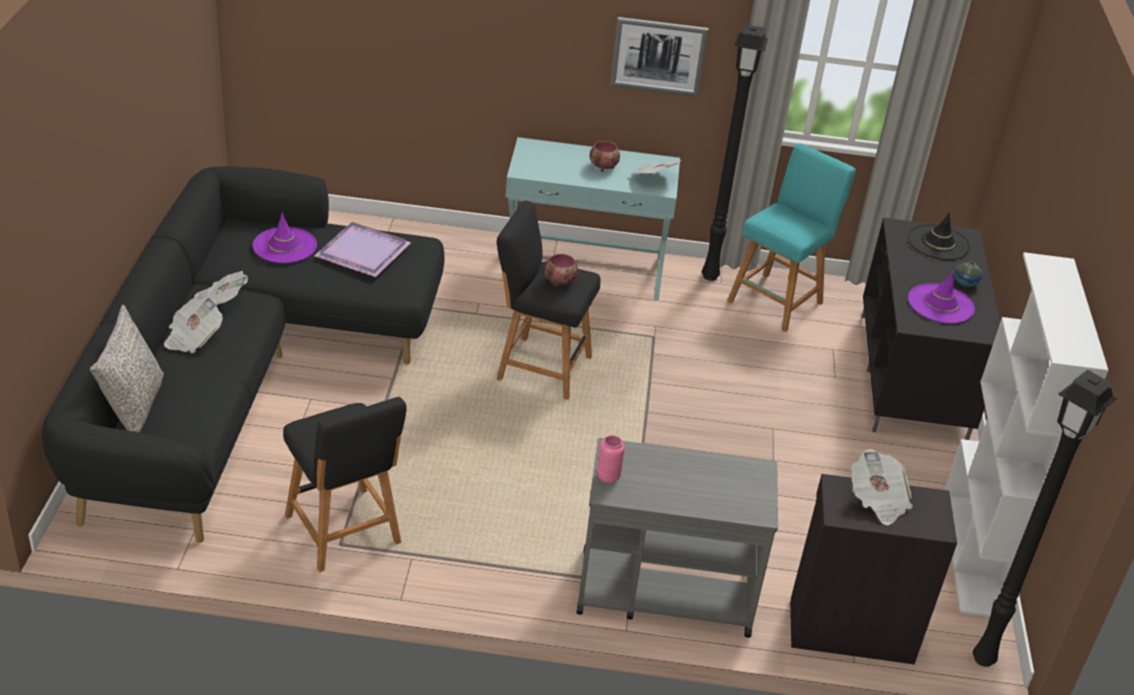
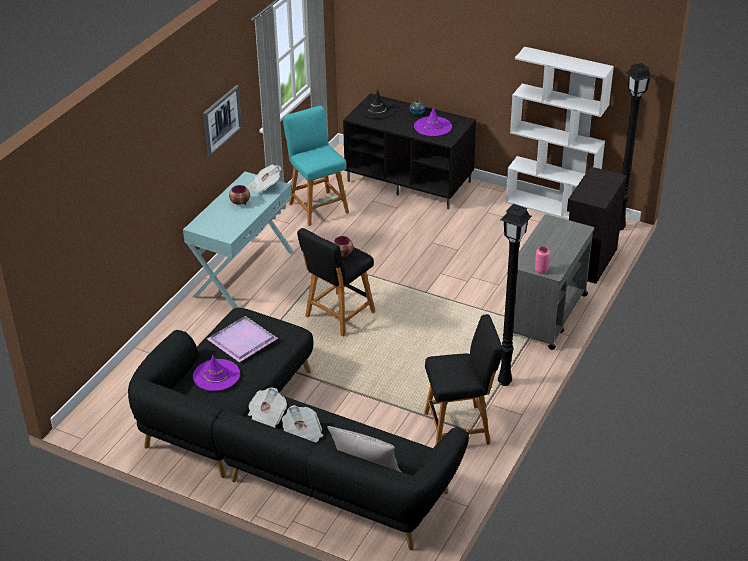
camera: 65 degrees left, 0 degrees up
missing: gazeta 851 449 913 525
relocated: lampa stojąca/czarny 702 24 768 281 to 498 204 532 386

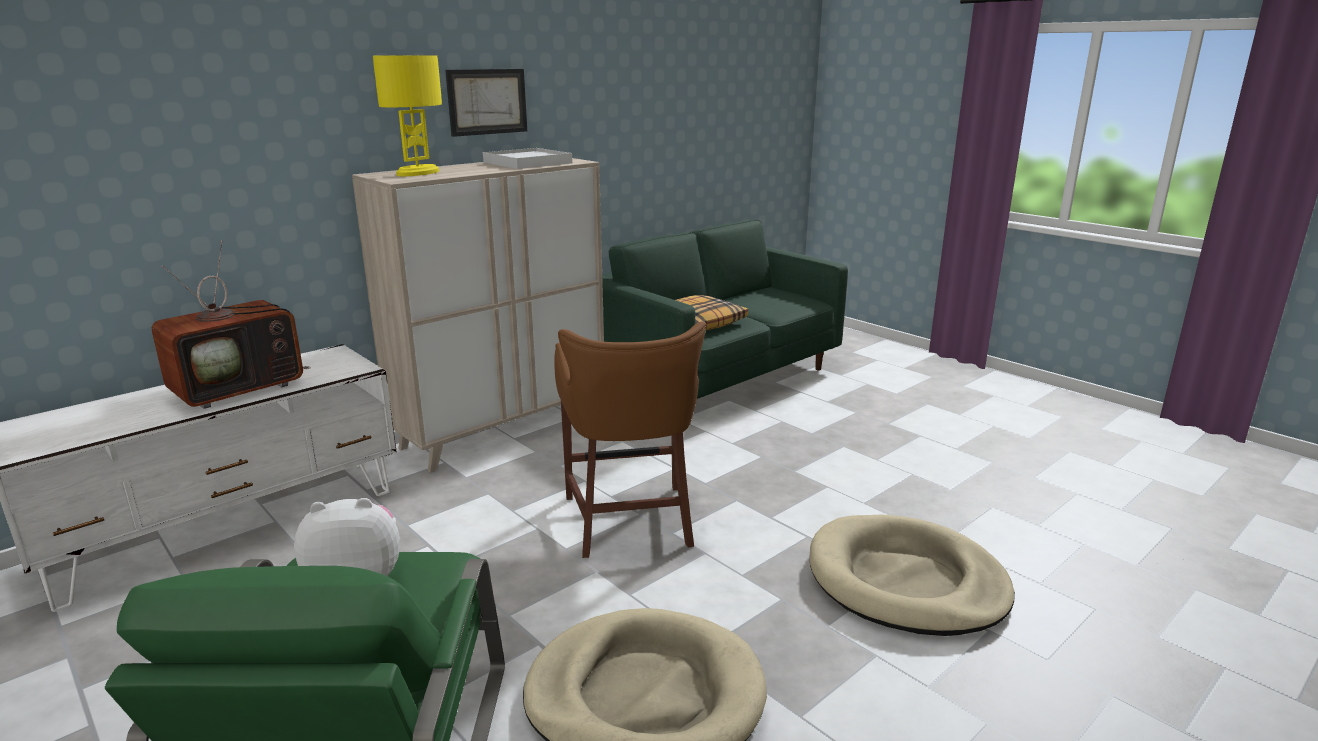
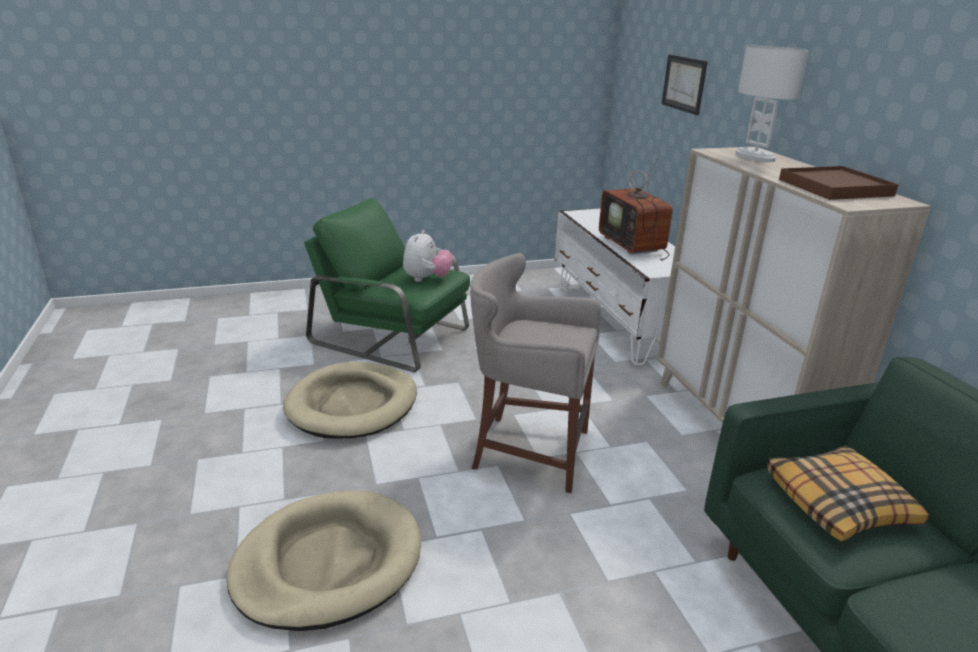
camera: 115 degrees right, 5 degrees up
relocated: obraz 445 69 527 137 to 662 54 708 115
colour: lampa stołowa/żółty 373 55 442 176 to lampa stołowa/biały 735 46 809 162; taca/biały 483 148 572 169 to taca/brązowy 779 166 899 200; stołek/brązowy 554 321 707 558 to stołek/szary 470 253 601 493

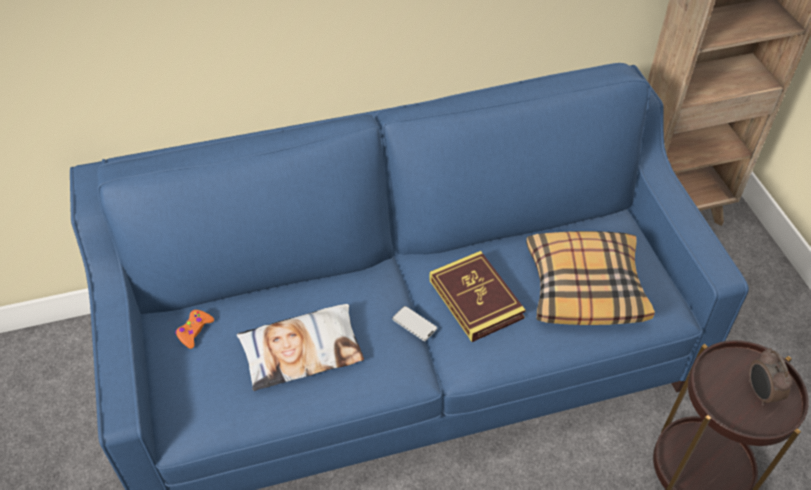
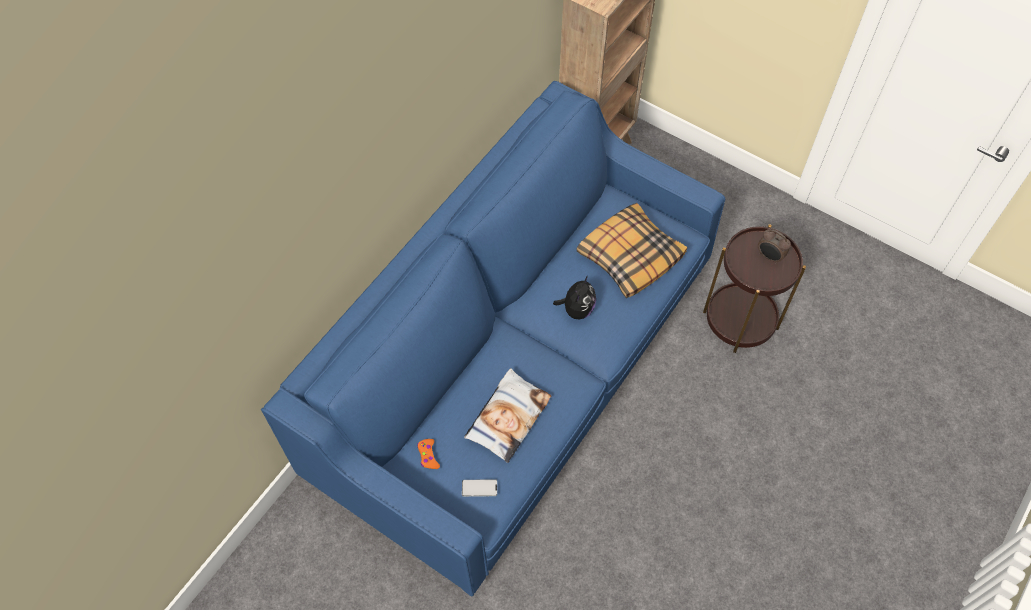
camera: 40 degrees left, 10 degrees up
relocated: telefon 392 306 437 341 to 462 479 497 497
exchanged: książka 429 251 526 342 to pluszak 553 276 596 320

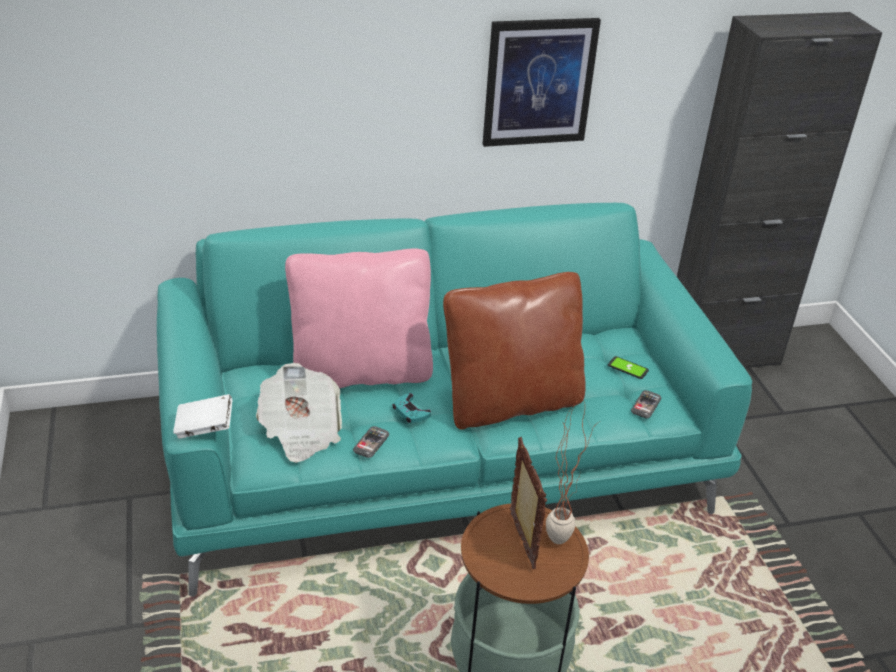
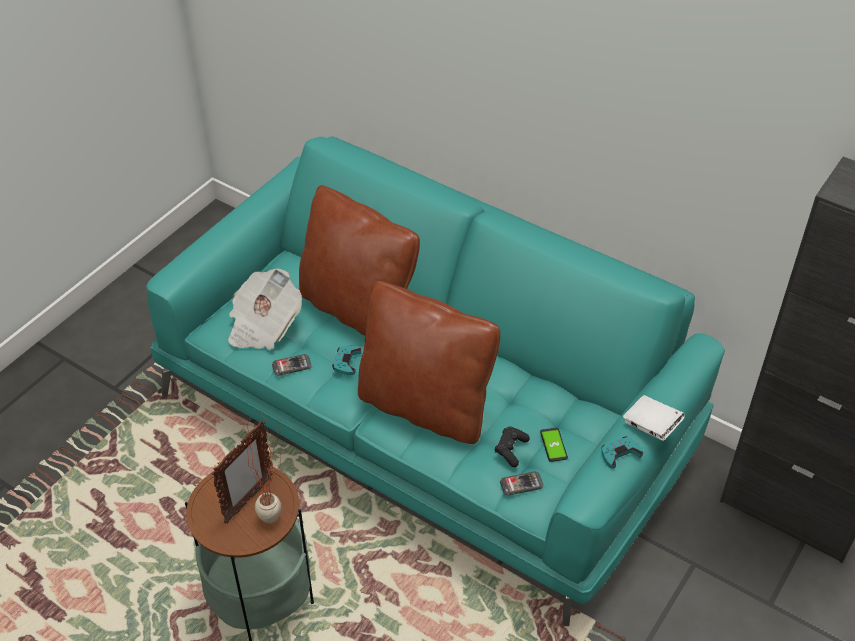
camera: 50 degrees right, 10 degrees up
missing: obraz 483 18 601 147
appeared: pad do gier/czarny 495 426 530 467; pad do gier/turkusowy 601 436 643 469
relocated: książka/biały 173 394 232 439 to 623 395 685 441
colour: poduszka/różowy 285 248 433 388 to poduszka/brązowy 299 185 420 336

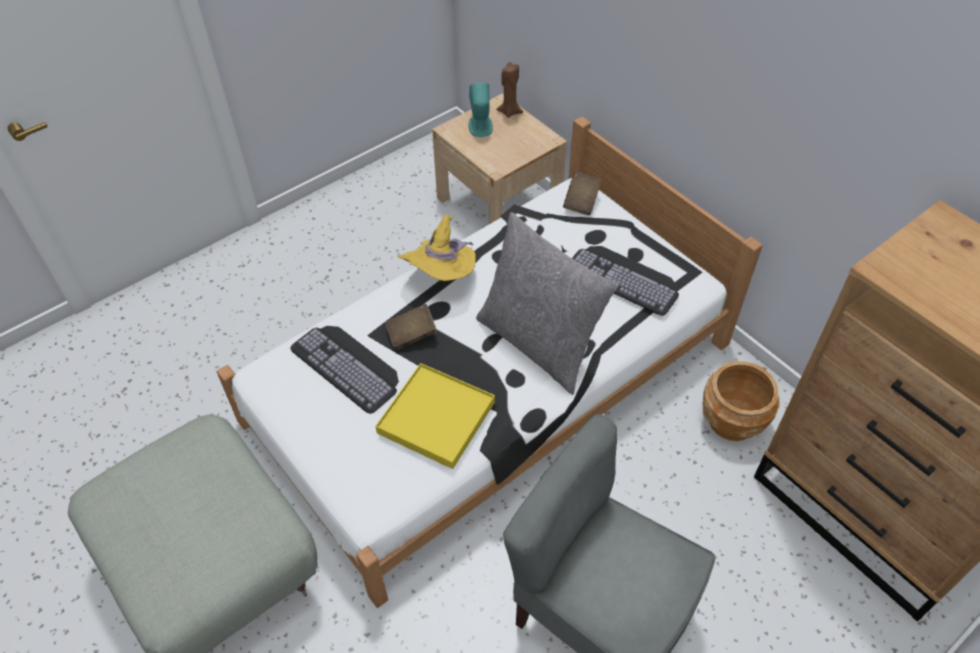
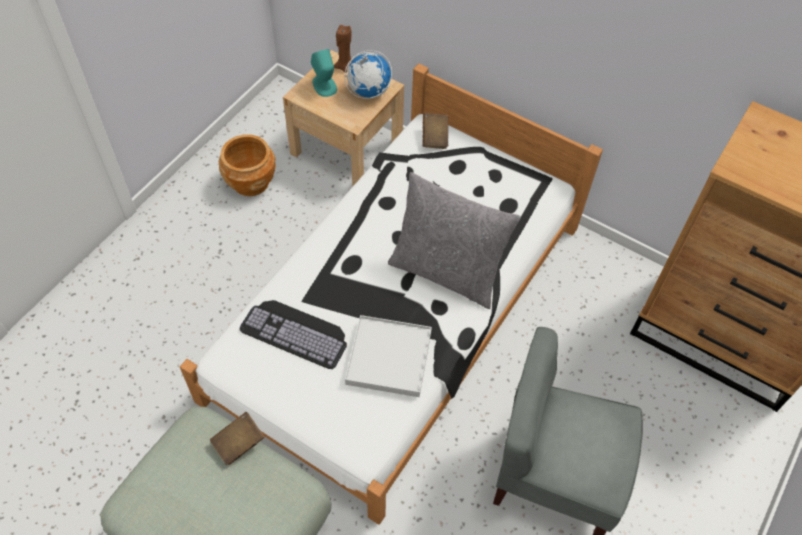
camera: 20 degrees left, 5 degrees up
missing: kapelusz/żółty 397 215 476 281; klawiatura 572 246 679 316
appeared: globus 344 50 392 99
relocated: książka/brązowy 385 304 437 350 to 210 412 265 465; donica/brązowy 703 361 780 441 to 219 135 276 196
colour: taca/żółty 375 363 495 469 to taca/biały 345 315 432 397

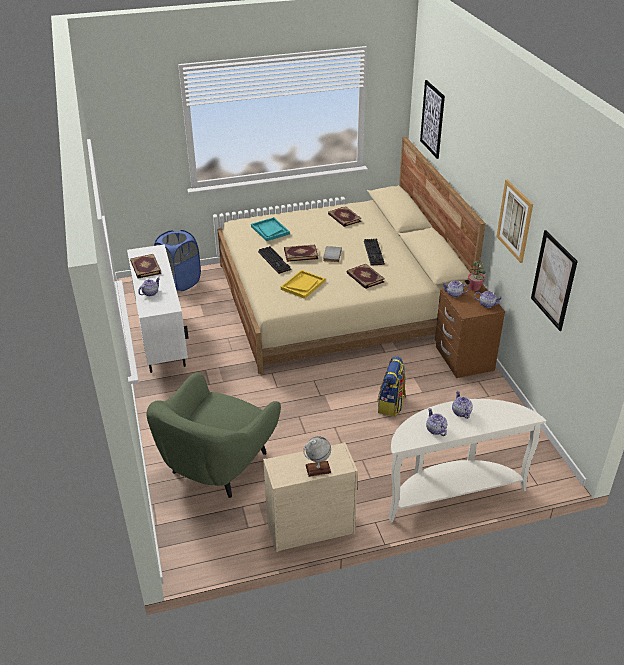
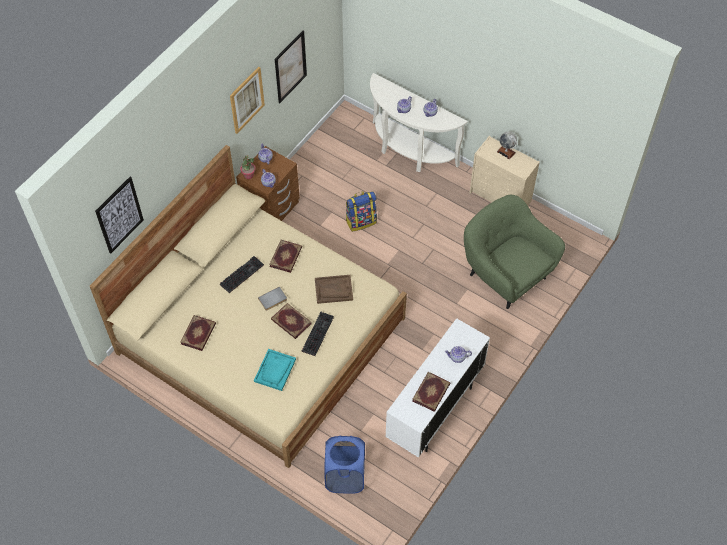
camera: 130 degrees left, 20 degrees up
colour: taca/żółty 281 270 325 299 to taca/brązowy 315 275 353 304
spun: fotel/zielony 147 372 281 498 = 464 195 565 309 120 degrees counterclockwise

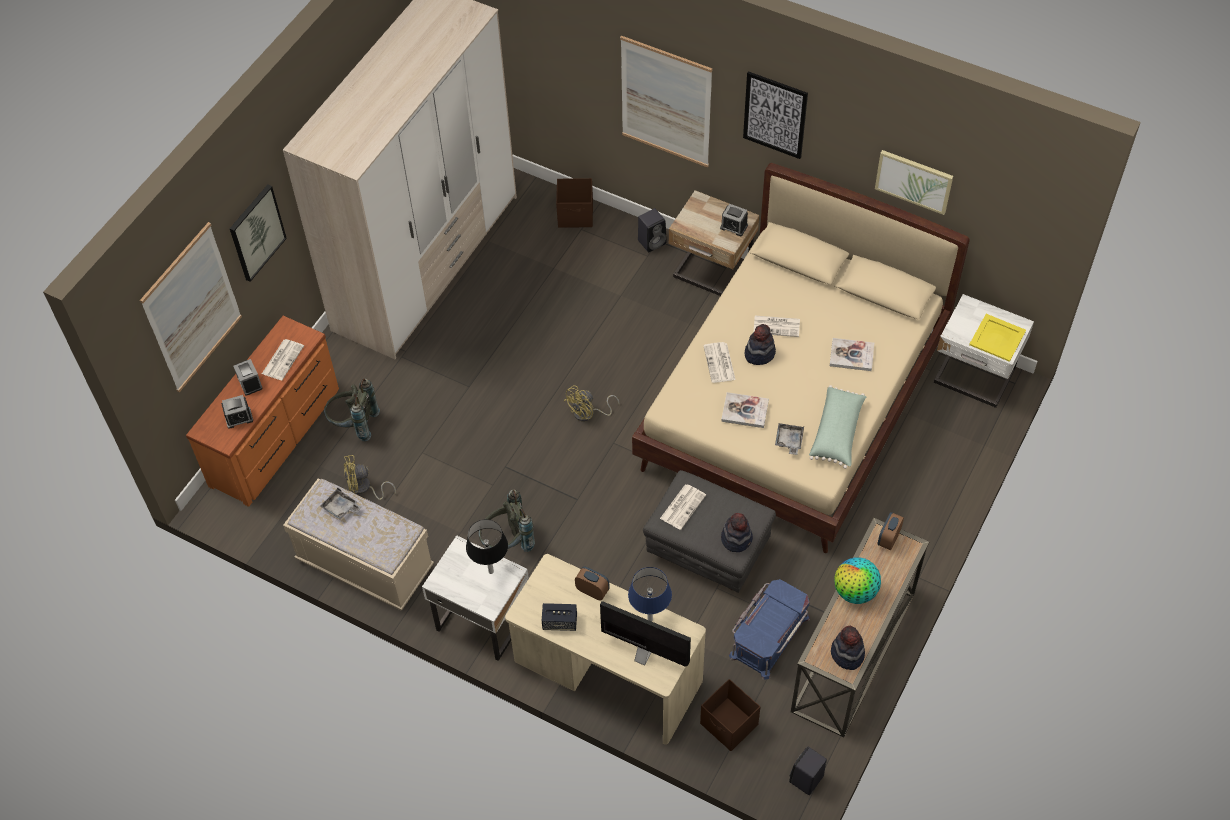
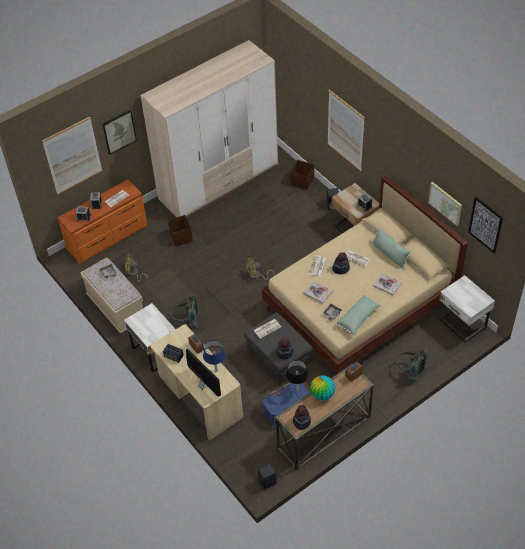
camera: 25 degrees right, 5 degrees down
missing: taca/żółty 969 314 1026 362
appeared: poduszka/zielony 372 227 412 269
relocated: plecak/szary 324 379 380 442 to 396 349 428 383; lampa stołowa/czarny 466 519 508 574 to 286 360 308 391; pojemnik do przechowywania/brązowy 700 679 760 751 to 168 215 193 247; obraz 743 71 808 159 to 468 197 503 254

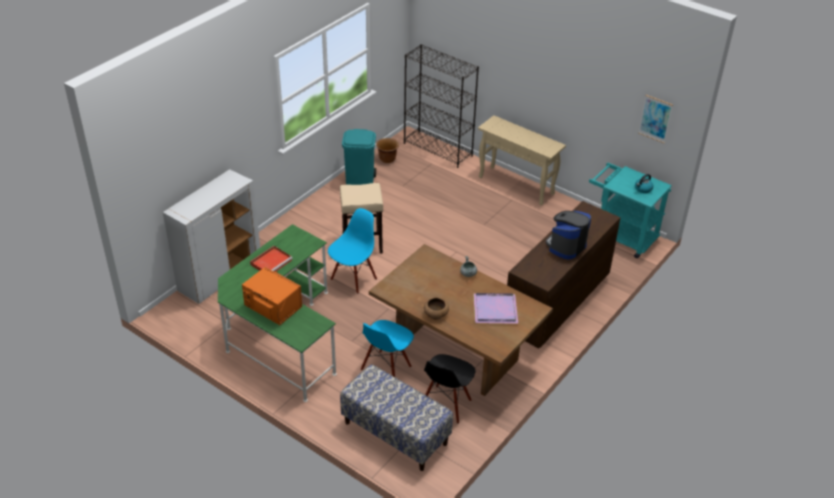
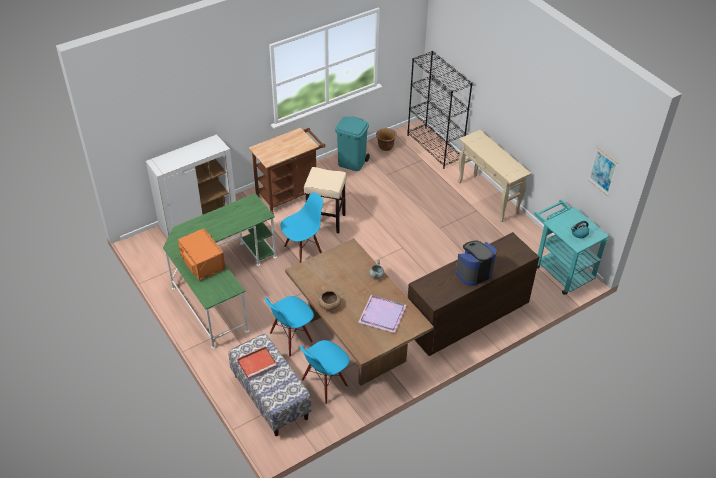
camera: 20 degrees right, 5 degrees up
appeared: wózek/brązowy 249 128 325 214
relocated: taca/czerwony 250 246 293 271 to 237 346 277 379
colour: krzesło/czarny 424 354 476 424 to krzesło/niebieski 300 340 350 404

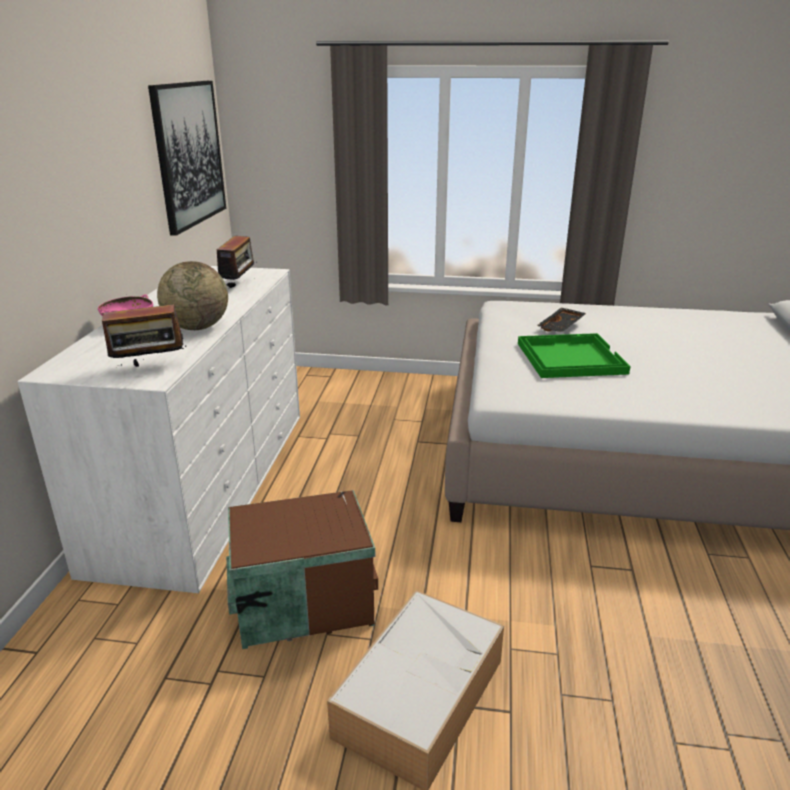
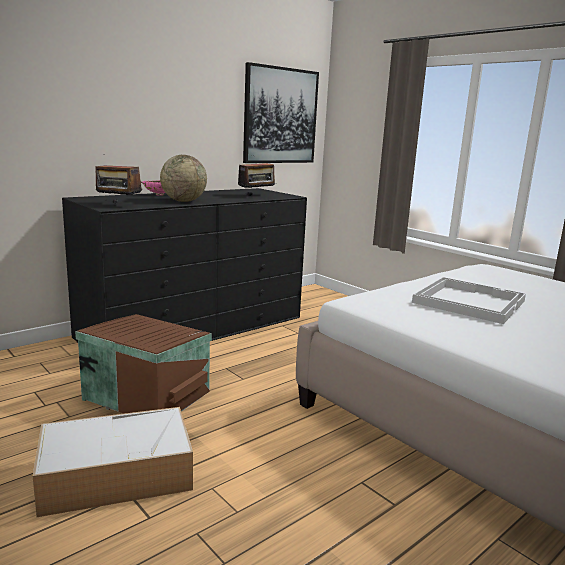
camera: 40 degrees right, 10 degrees down
missing: taca/czarny 537 308 586 332
colour: komoda/biały 17 266 300 593 to komoda/czarny 62 188 307 342; taca/zielony 518 333 631 378 to taca/biały 412 277 526 324

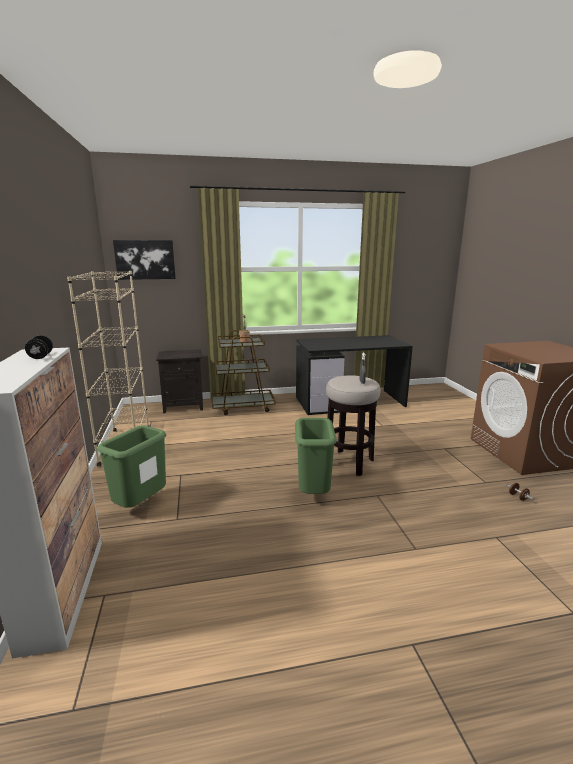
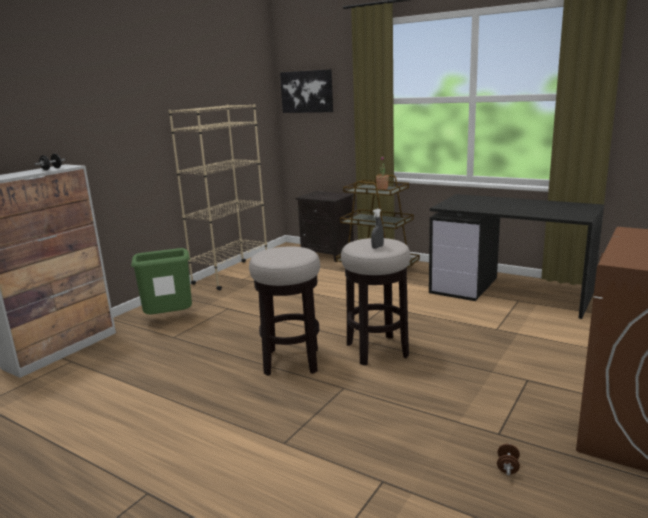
camera: 45 degrees right, 0 degrees up
exchanged: kosz na śmieci/zielony 295 418 337 494 to stołek 249 246 320 376

